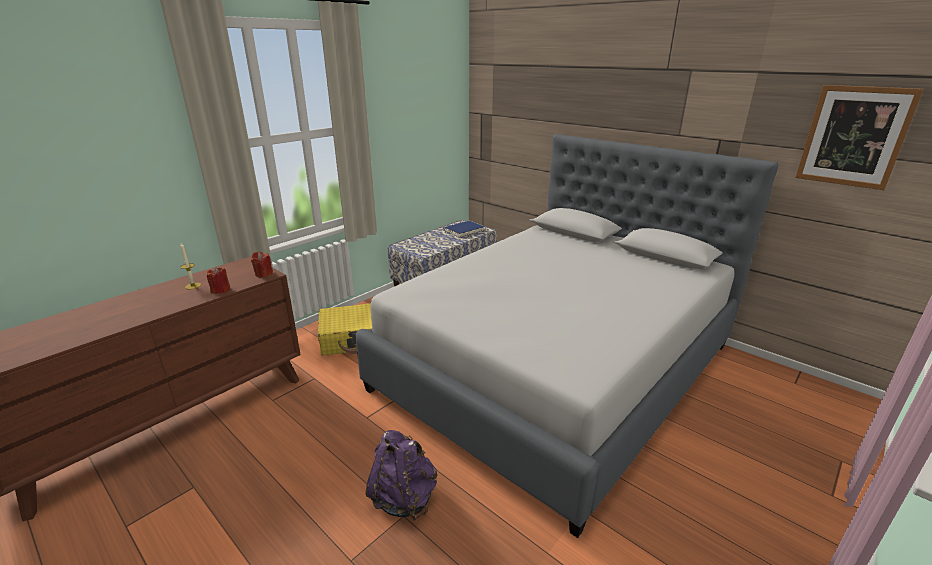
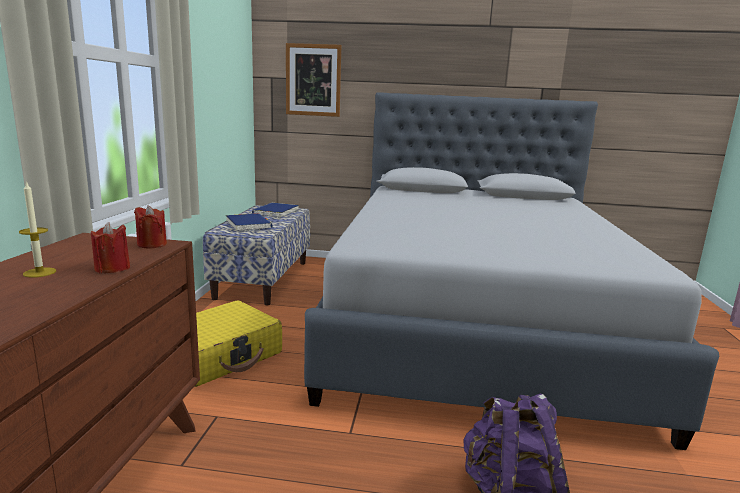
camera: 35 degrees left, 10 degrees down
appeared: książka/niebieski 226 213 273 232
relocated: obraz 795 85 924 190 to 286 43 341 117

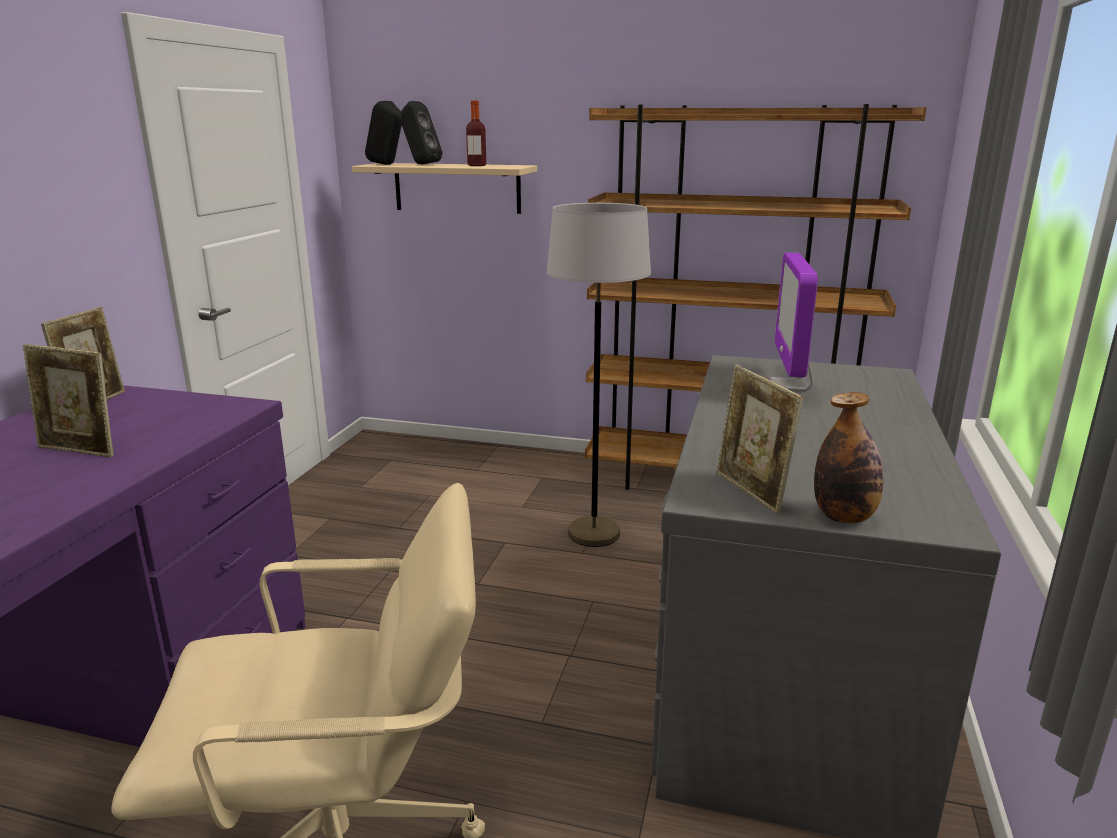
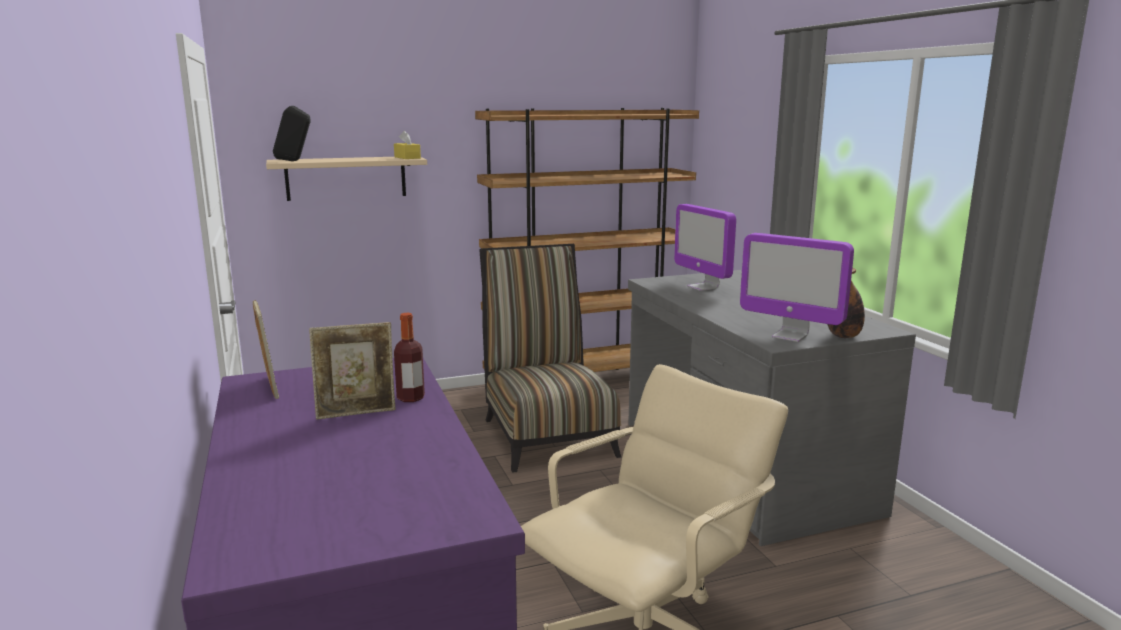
camera: 35 degrees left, 5 degrees down
missing: głośnik/czarny 401 101 442 164
appeared: pudełko chusteczek/żółty 394 131 421 159
relocated: butelka 466 101 486 166 to 394 313 425 402
exchanged: lampa stojąca/szary 547 203 651 547 to krzesło 479 244 621 473; ramka na zdjęcie 717 365 803 514 to monitor 740 233 854 342

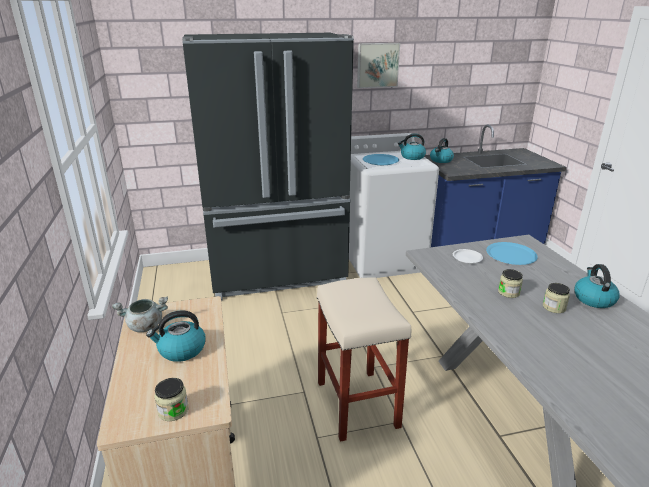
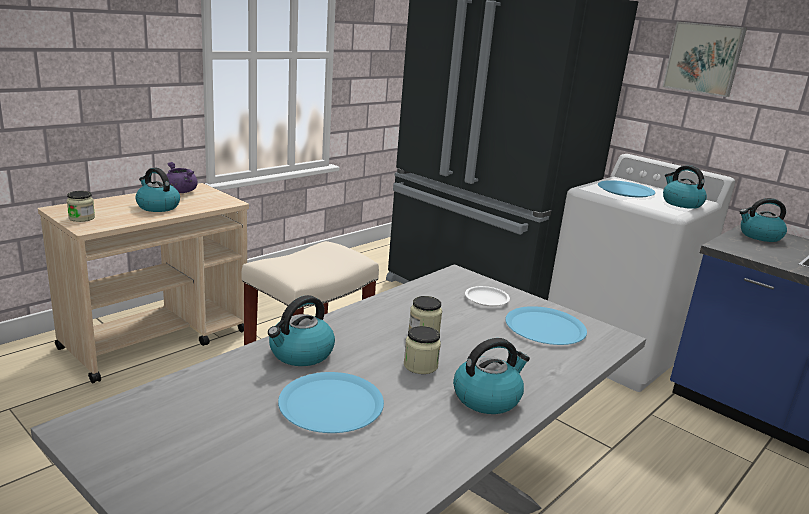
camera: 55 degrees right, 5 degrees down
appeared: czajnik 268 295 335 366; talerz/niebieski 278 372 384 433
colour: garnek/szary 112 297 168 332 to garnek/fioletowy 166 162 198 193

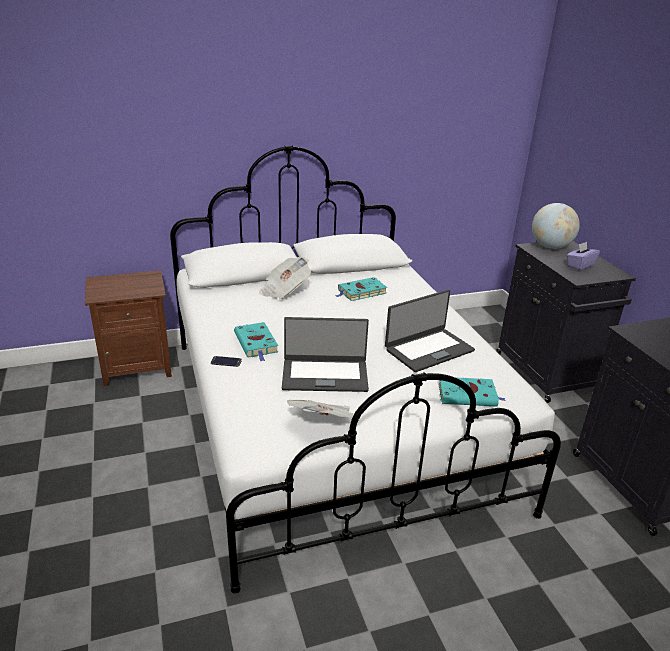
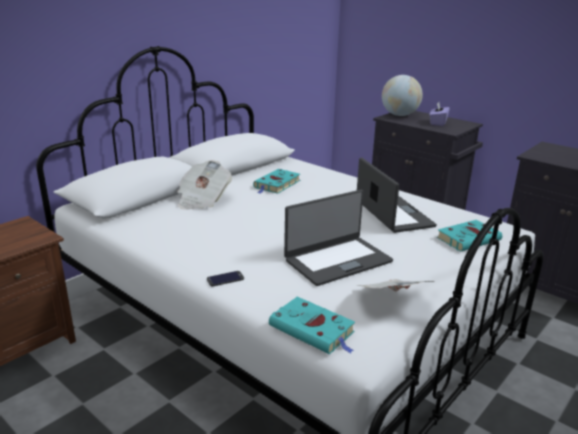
camera: 30 degrees left, 5 degrees down
relocated: książka/turkusowy 234 322 278 361 to 269 297 355 354
spun: laptop 385 290 475 372 = 357 157 437 233 45 degrees counterclockwise

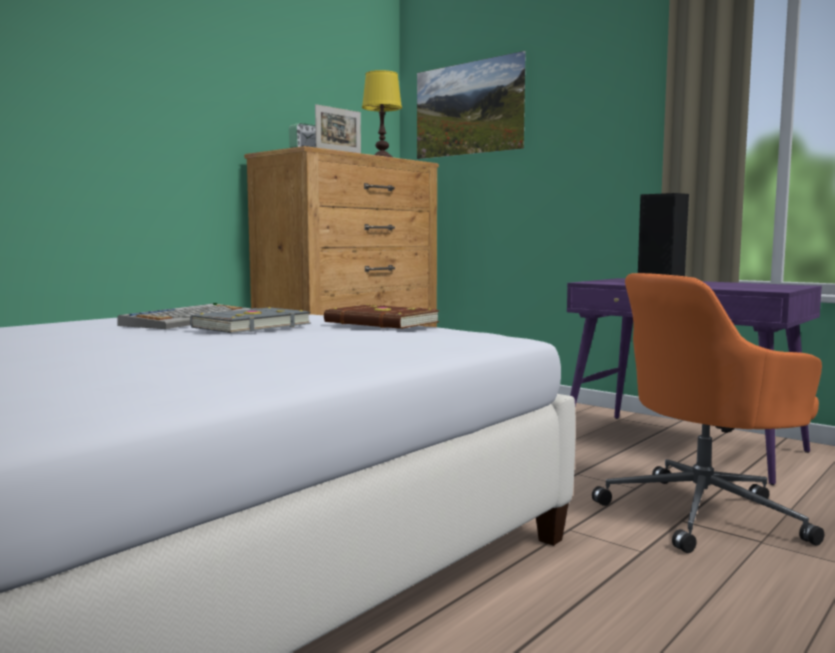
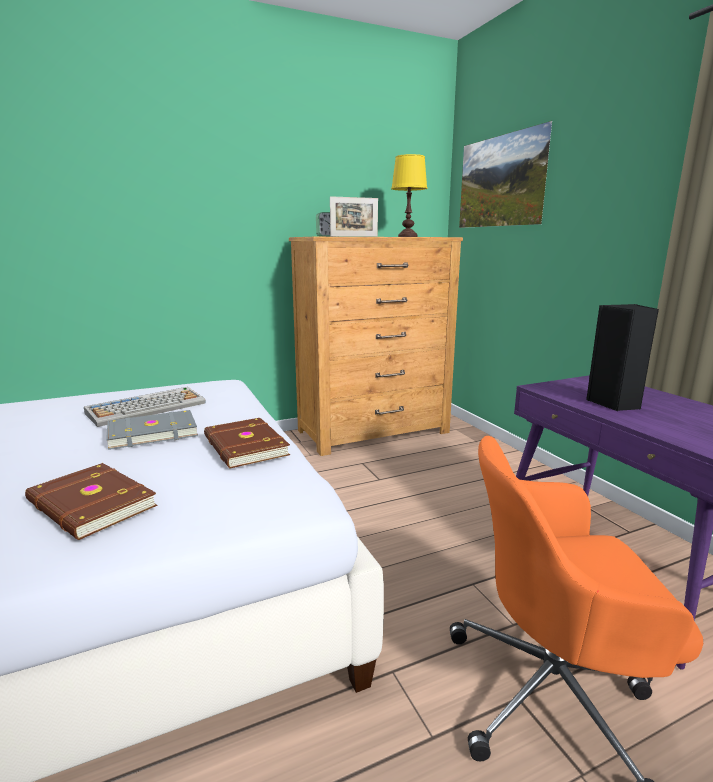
camera: 25 degrees right, 10 degrees up
appeared: książka/brązowy 25 463 158 540

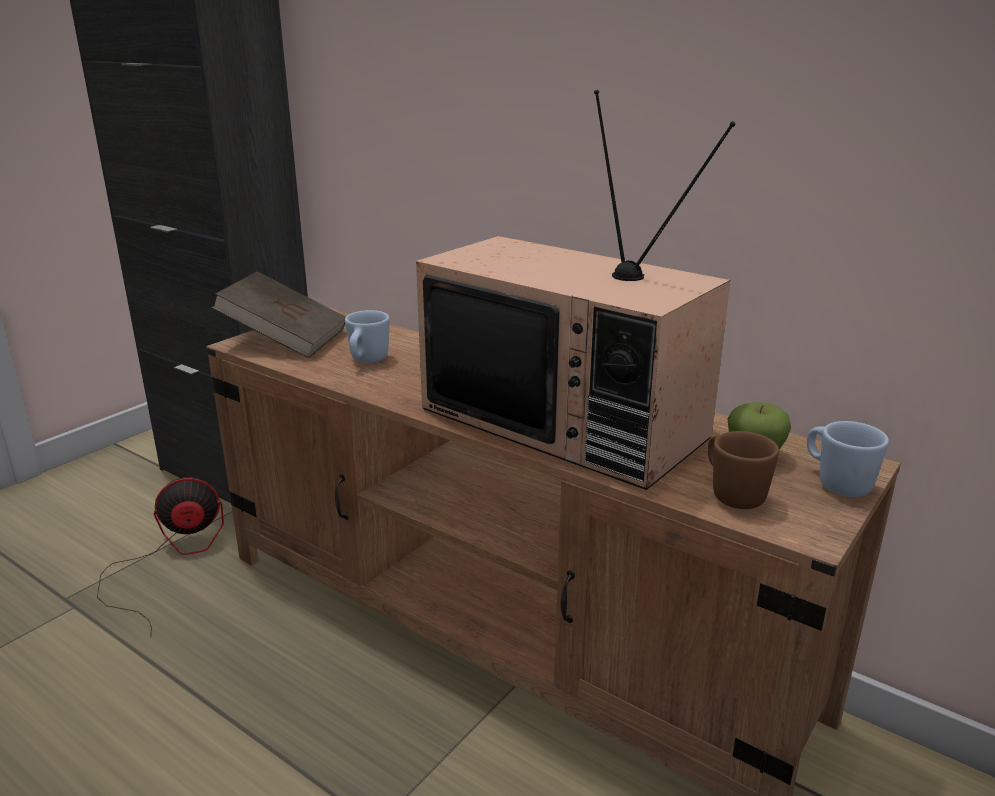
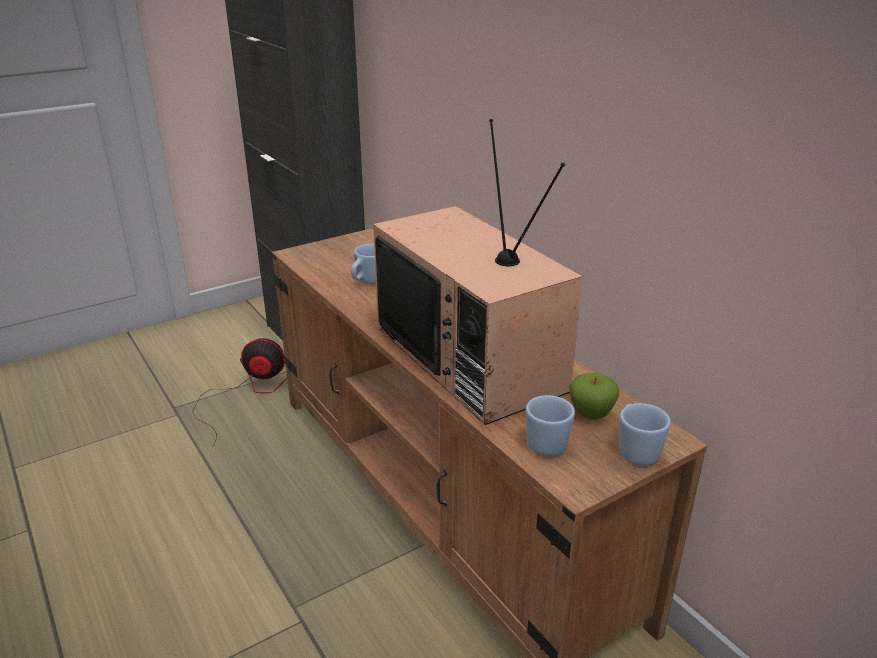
camera: 20 degrees right, 5 degrees up
missing: książka/brązowy 212 271 345 358
colour: kubek/brązowy 708 431 779 509 to kubek/niebieski 526 395 575 457

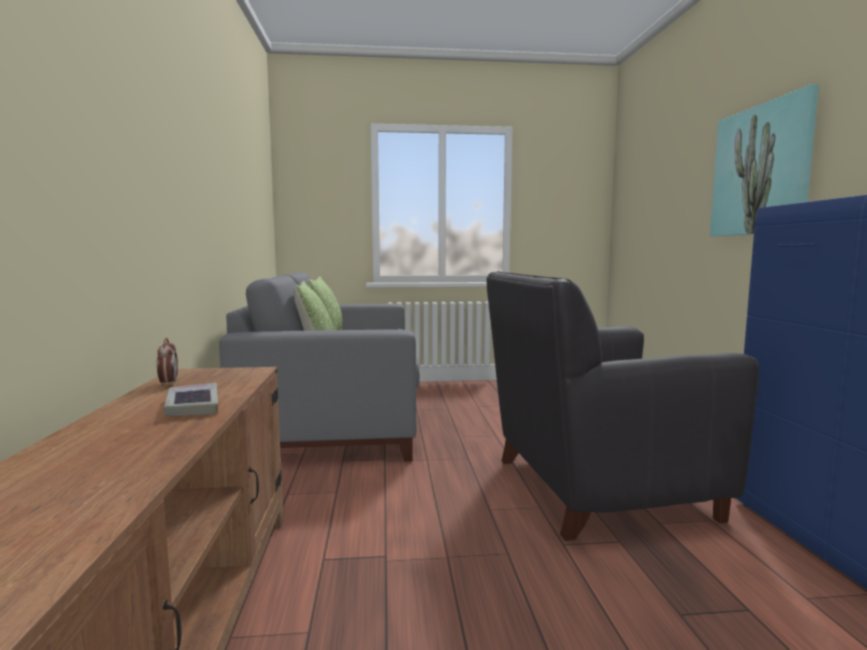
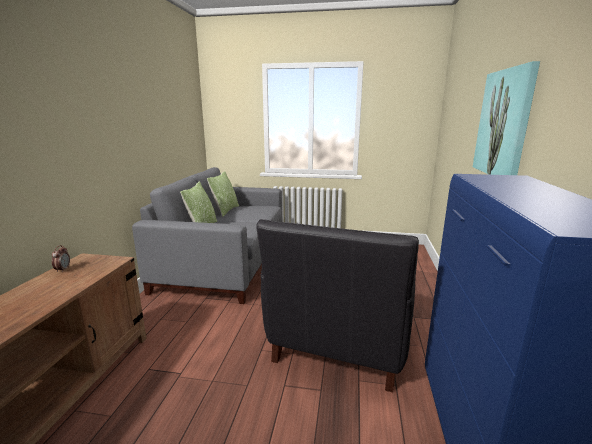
camera: 15 degrees right, 10 degrees up
missing: książka 164 383 218 416
spun: fotel/czarny 487 271 759 541 = 256 219 419 392 75 degrees counterclockwise

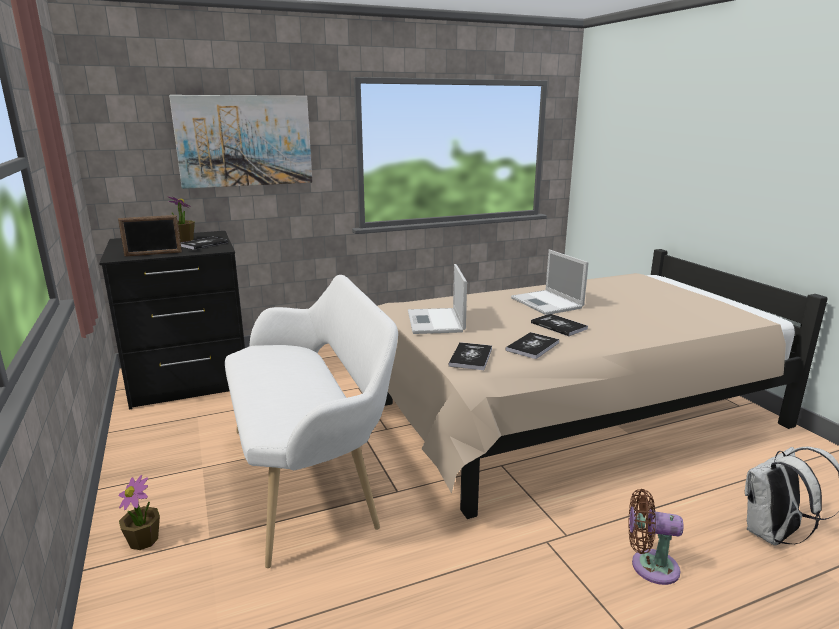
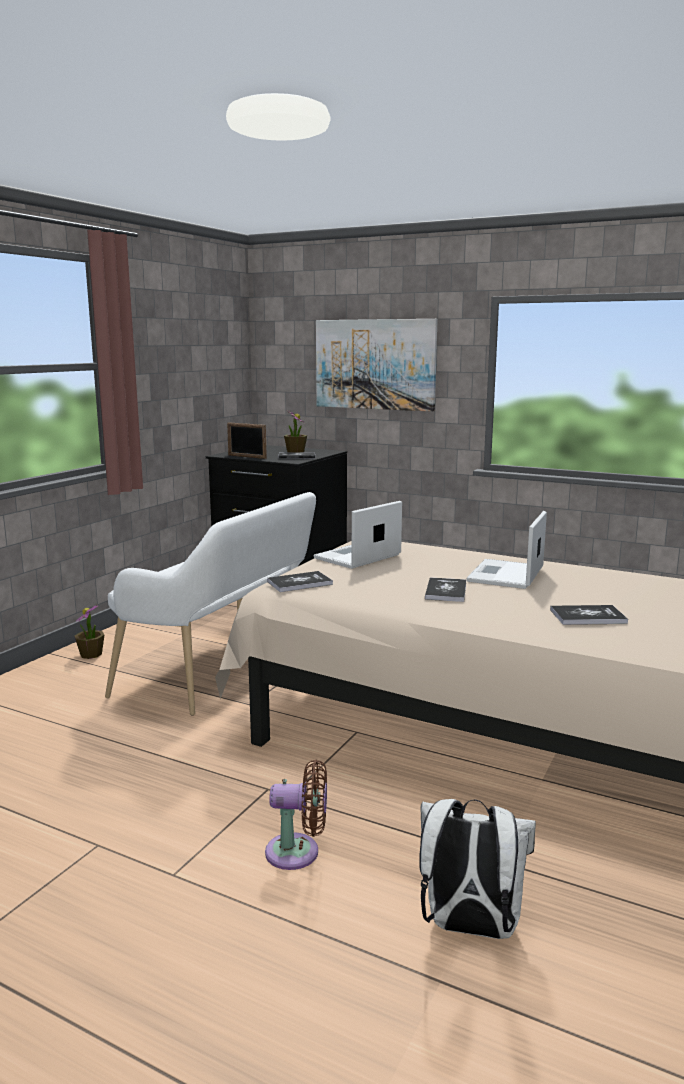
camera: 50 degrees right, 5 degrees down
relocated: książka 506 332 560 359 to 550 605 628 625
spun: wentylator/brązowy 628 489 684 585 = 265 760 327 870 120 degrees clockwise

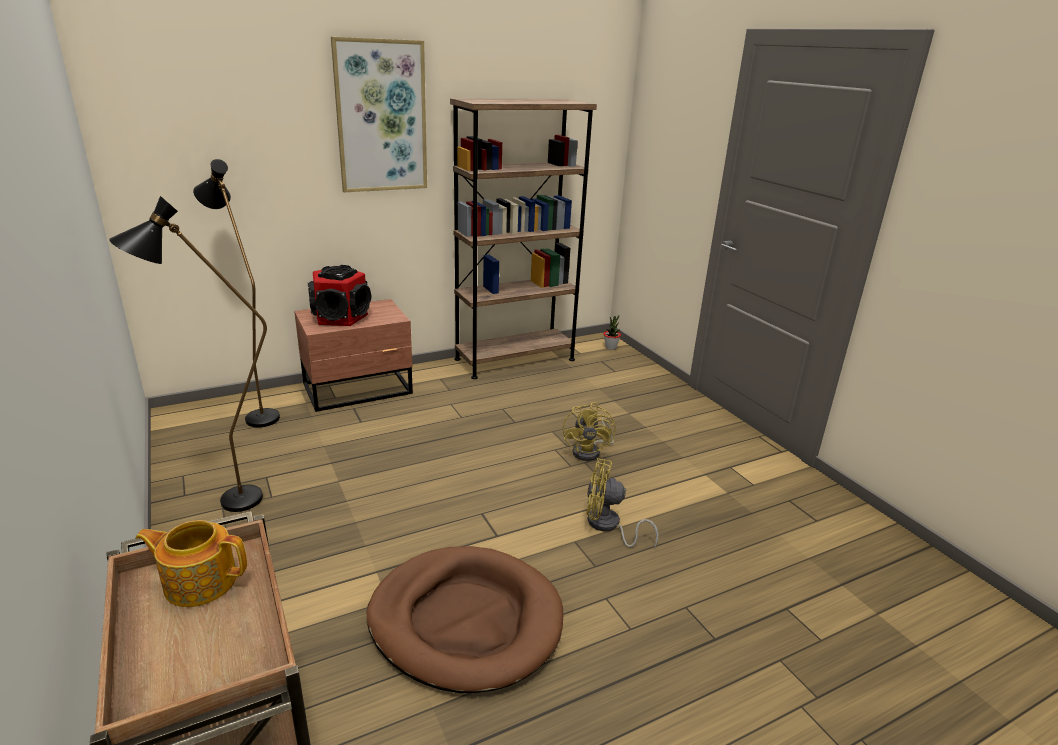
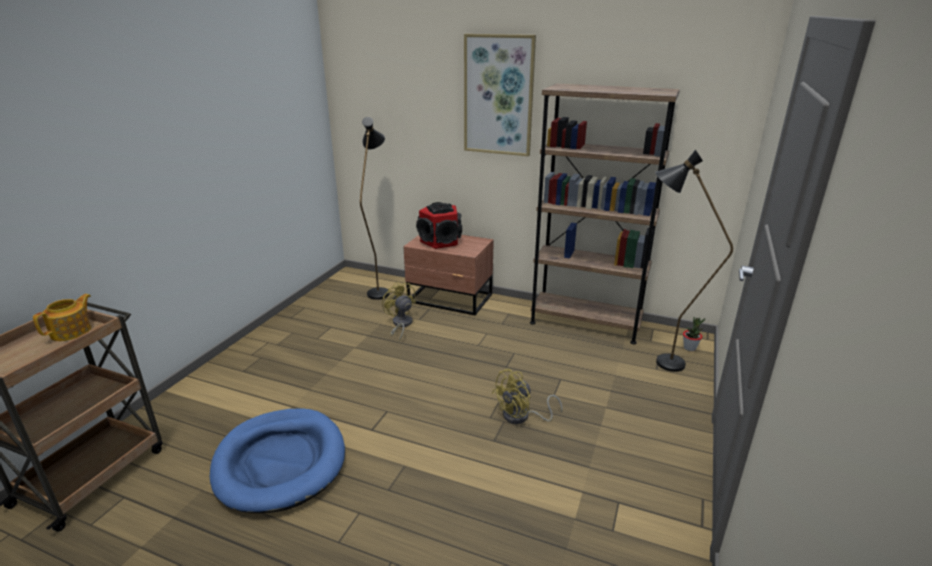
camera: 50 degrees right, 0 degrees up
relocated: lampa stojąca/czarny 109 196 267 512 to 655 149 733 372; wentylator/żółty 586 458 658 549 to 382 281 416 342
colour: legowisko/brązowy 367 546 563 693 to legowisko/niebieski 210 408 345 513
spun: imbryk 135 520 247 607 = 33 294 91 341 60 degrees clockwise

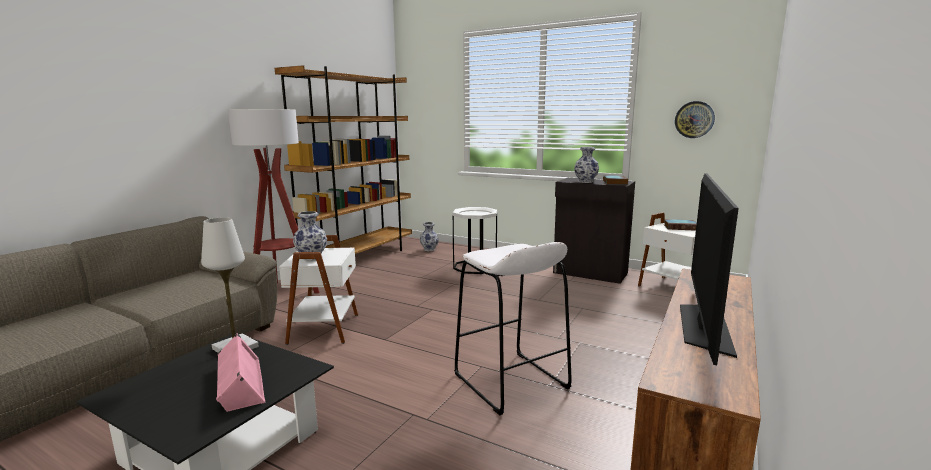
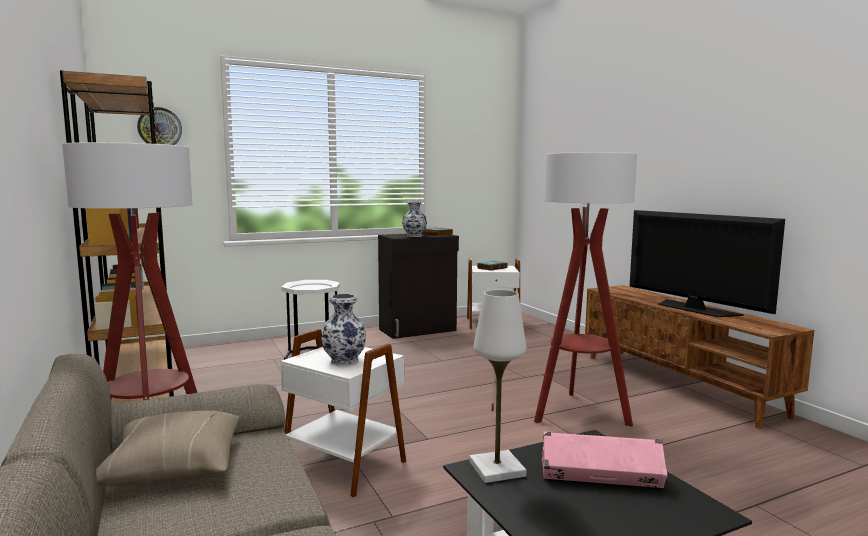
camera: 55 degrees left, 5 degrees down
missing: wazon 420 222 439 251
appeared: poduszka/beżowy 96 410 239 486
relocated: zegar ścienny 675 101 715 138 to 137 107 182 145
exchanged: stołek/biały 454 242 572 416 to lampa stojąca 534 152 637 427

